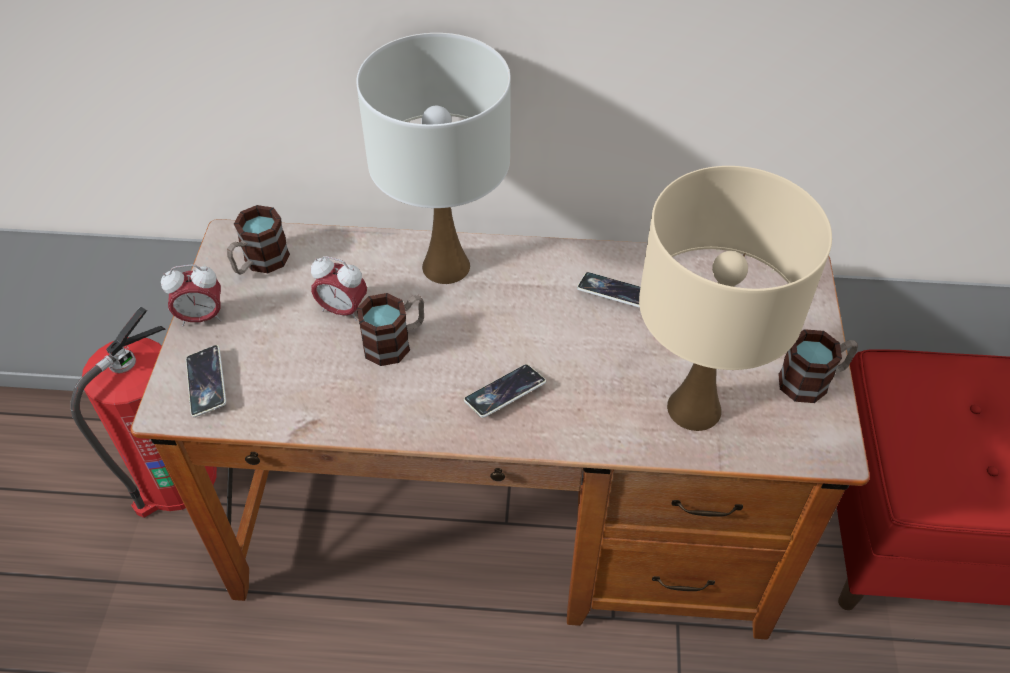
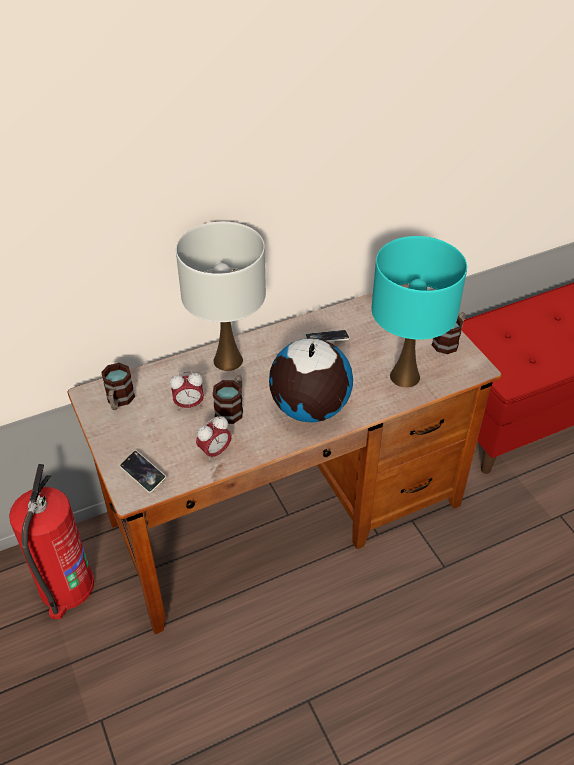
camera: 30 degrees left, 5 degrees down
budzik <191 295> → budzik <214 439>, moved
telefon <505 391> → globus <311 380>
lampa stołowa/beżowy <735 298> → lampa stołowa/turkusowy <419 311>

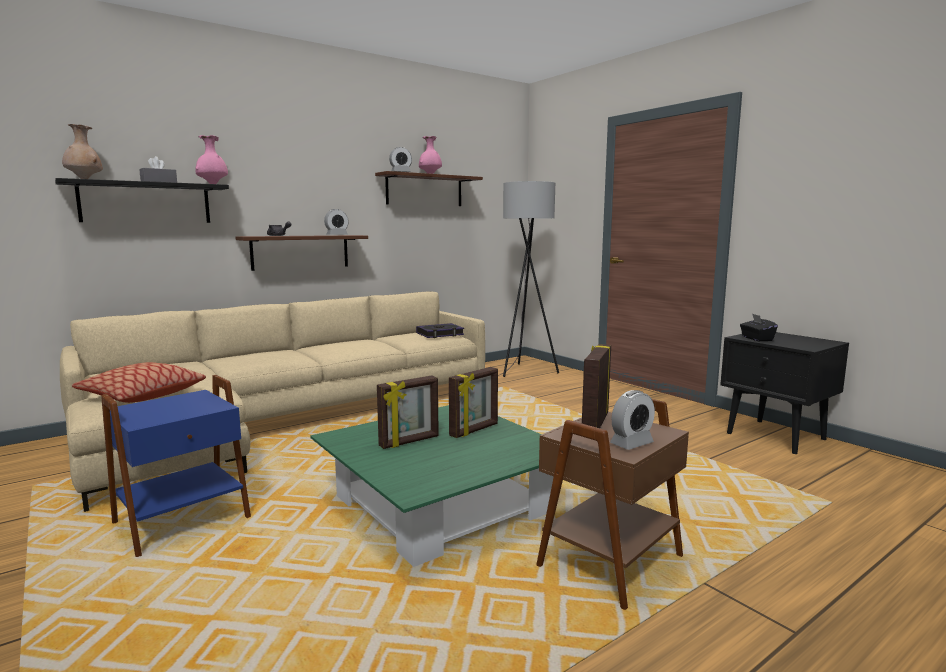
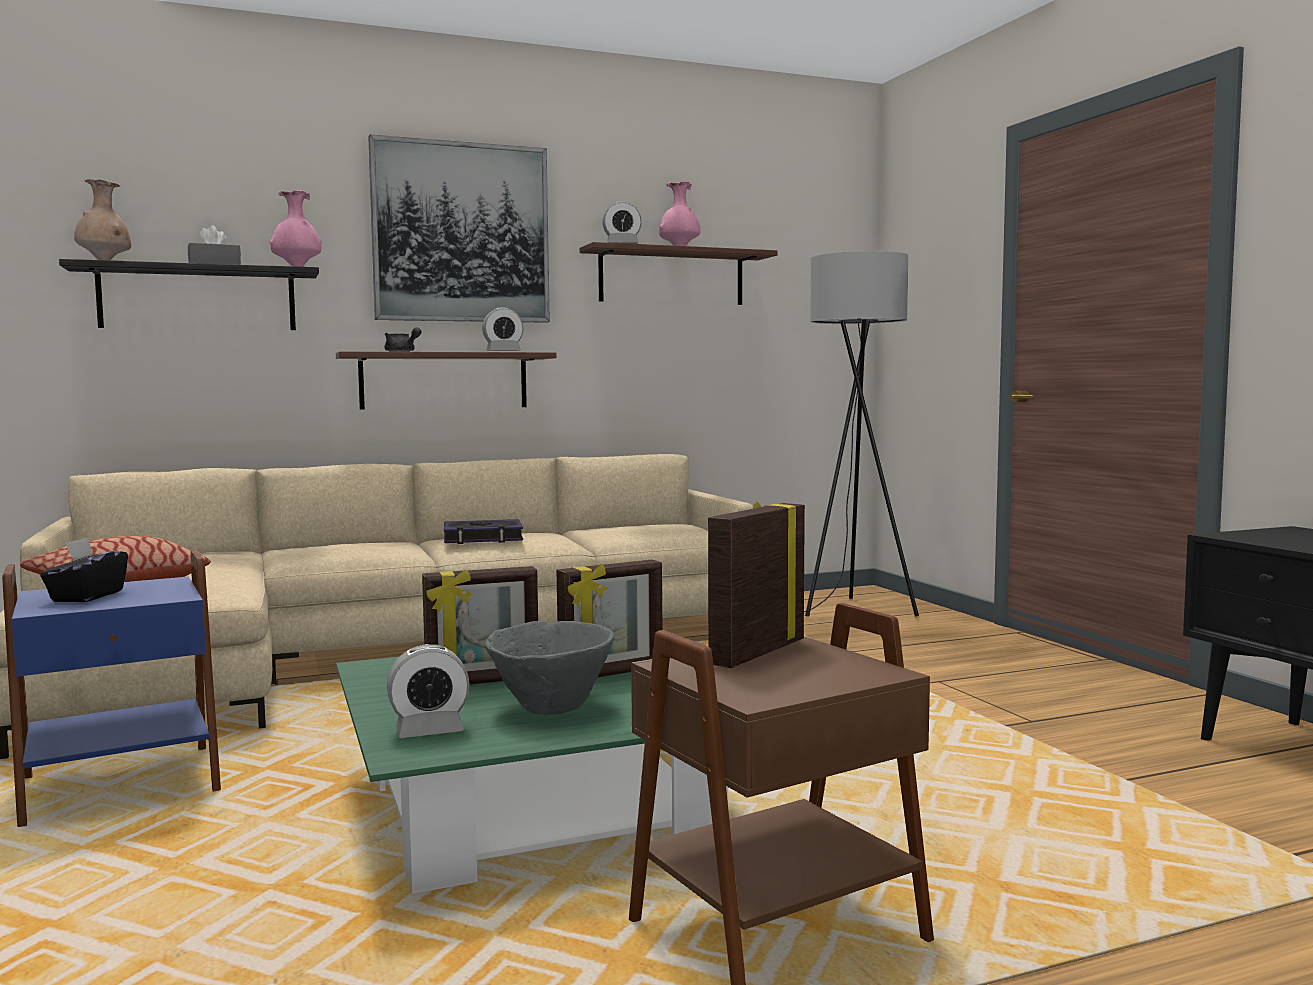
camera: 15 degrees right, 5 degrees down
pudełko chusteczek/czarny <759 327> → pudełko chusteczek/czarny <84 569>, moved
- → obraz <459 228>
budzik <632 420> → budzik <428 691>, moved
książka <440 330> → książka <483 531>, moved
- → miska/szary <549 668>

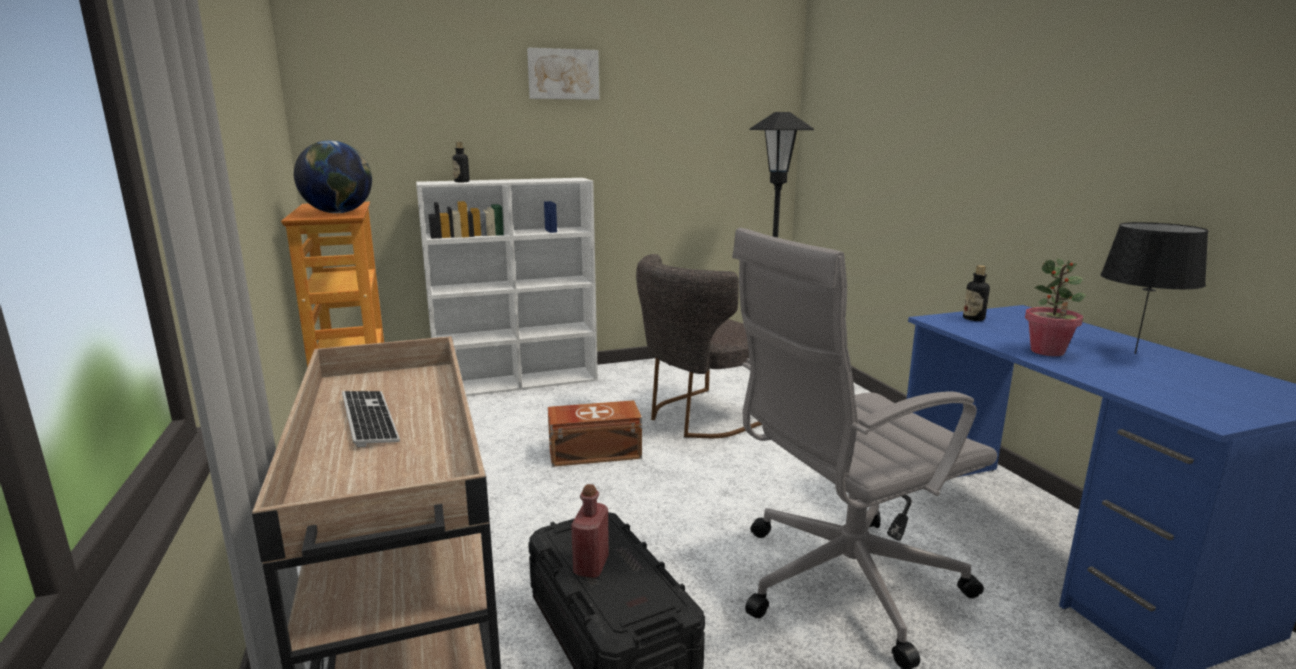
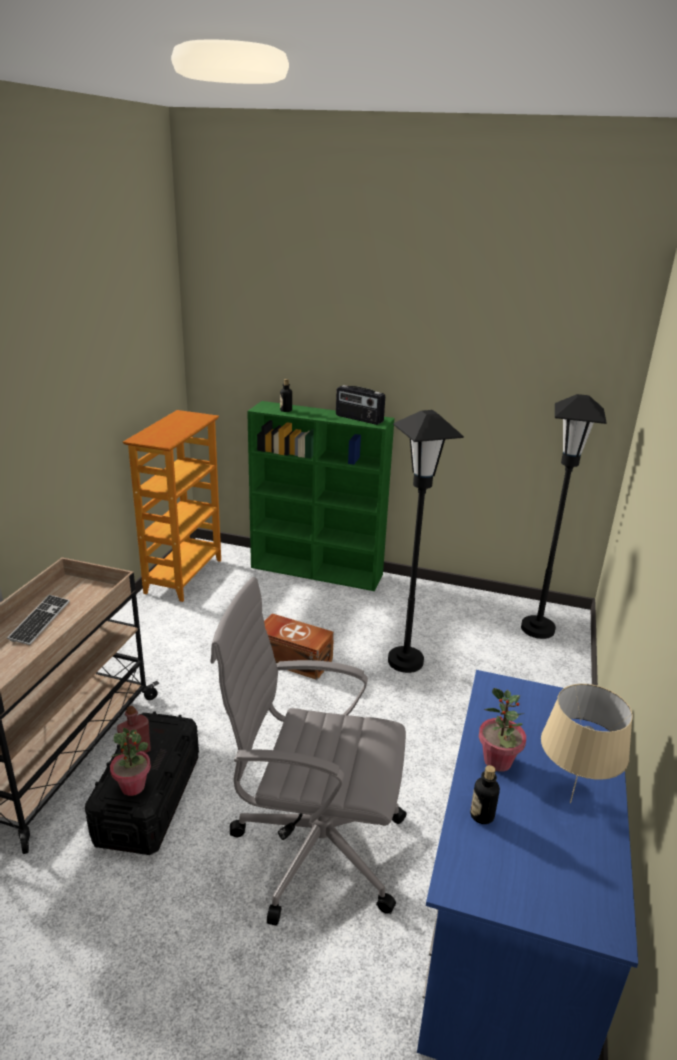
camera: 35 degrees right, 10 degrees up
- → roślina doniczkowa <130 762>
regał/biały <507 287> → regał/zielony <320 496>
- → radio <360 405>
krzesło/szary <699 346> → lampa stojąca/czarny <426 541>
butelka <976 293> → butelka <485 794>, moved
lampa stołowa/czarny <1155 288> → lampa stołowa/beżowy <587 743>
globus <333 177> → -
obraz <563 74> → -

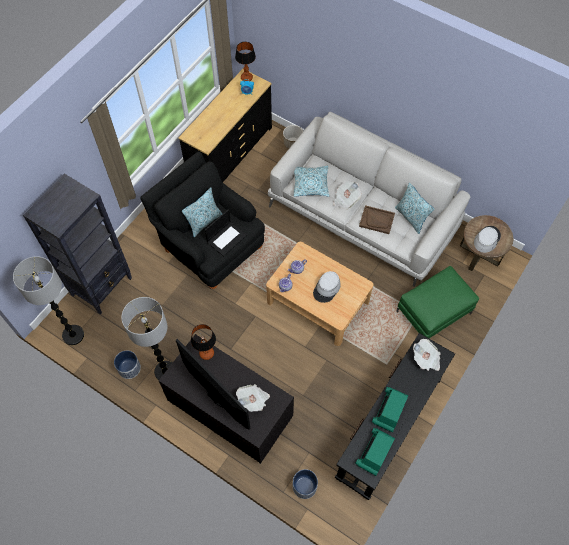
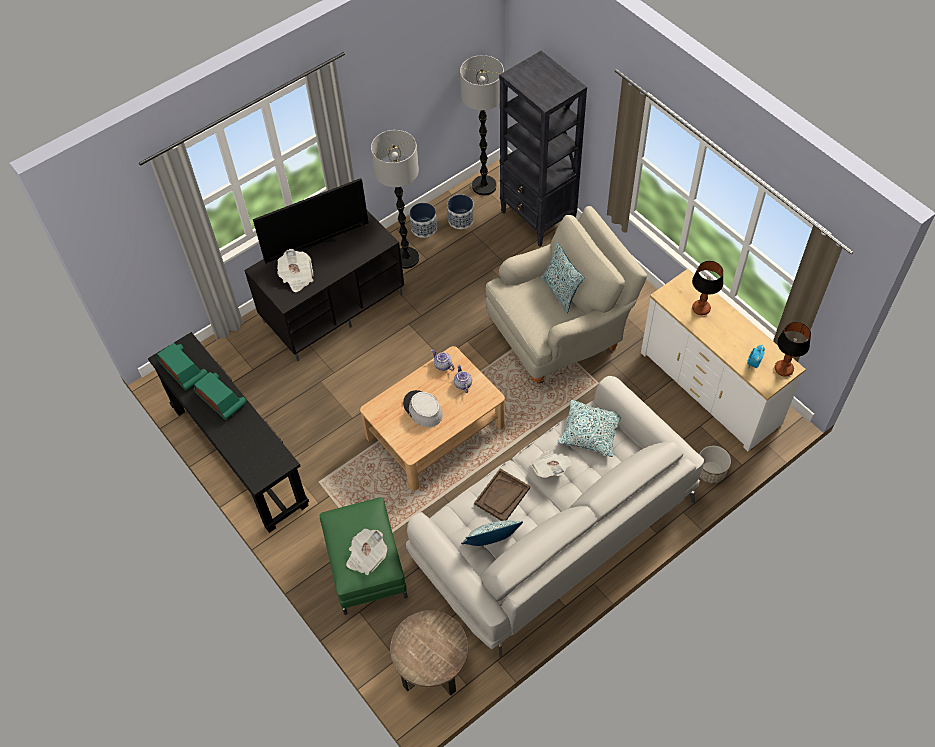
camera: 110 degrees right, 5 degrees down
gazeta <427 355> → gazeta <366 551>, moved
donica <305 484> → donica <460 211>, moved
fotel/czarny <202 220> → fotel/beżowy <566 295>
komoda/czarny <225 125> → komoda/biały <723 360>
lampa stołowa <203 342> → lampa stołowa <707 288>, moved
laptop <226 232> → -
kapelusz/szary <487 239> → -

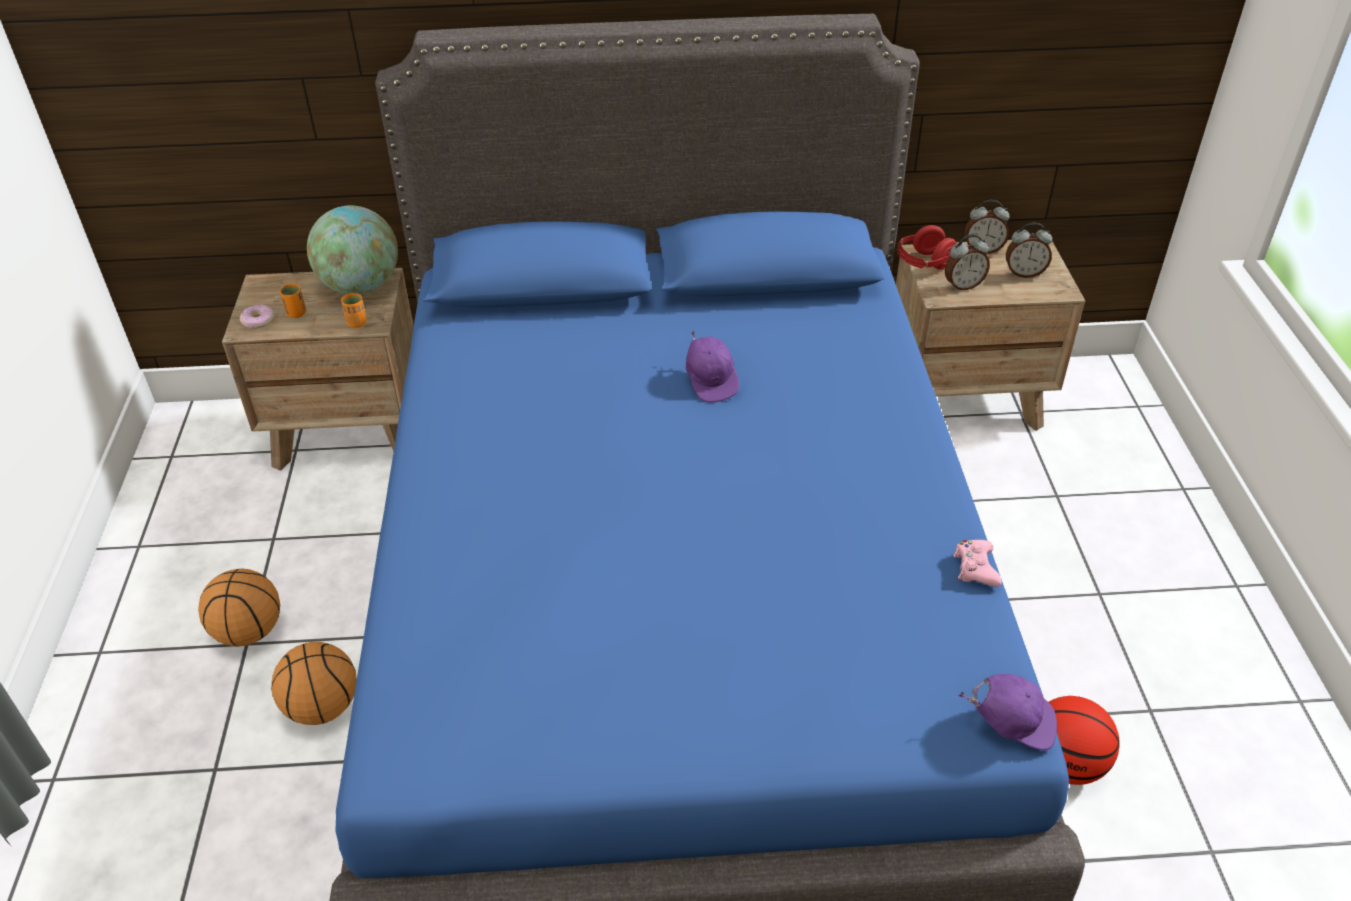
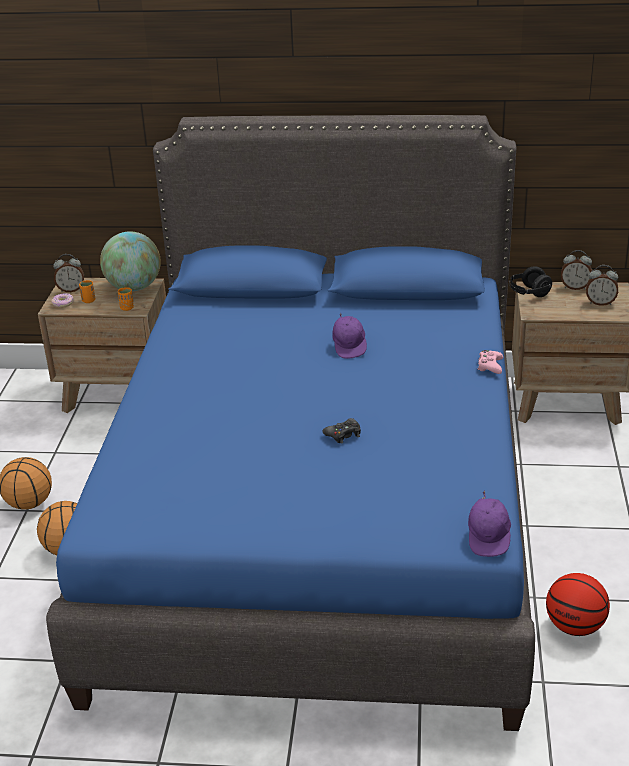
camera: 10 degrees right, 10 degrees down
budzik <967 262> → budzik <68 273>, moved
- → pad do gier/czarny <342 431>
czapka z daszkiem/fioletowy <1007 712> → czapka z daszkiem/fioletowy <489 524>, 75 degrees clockwise
pad do gier/różowy <977 563> → pad do gier/różowy <490 362>, moved
słuchawki/czerwony <927 247> → słuchawki/czarny <530 281>

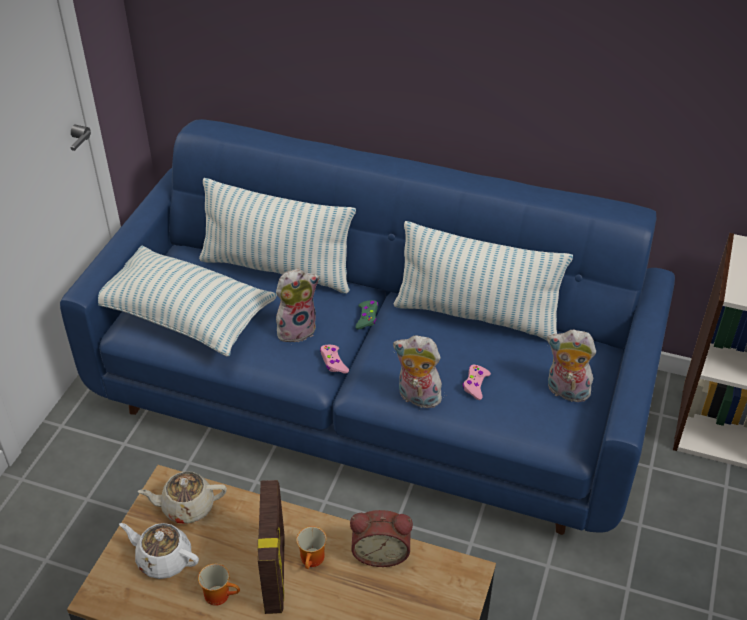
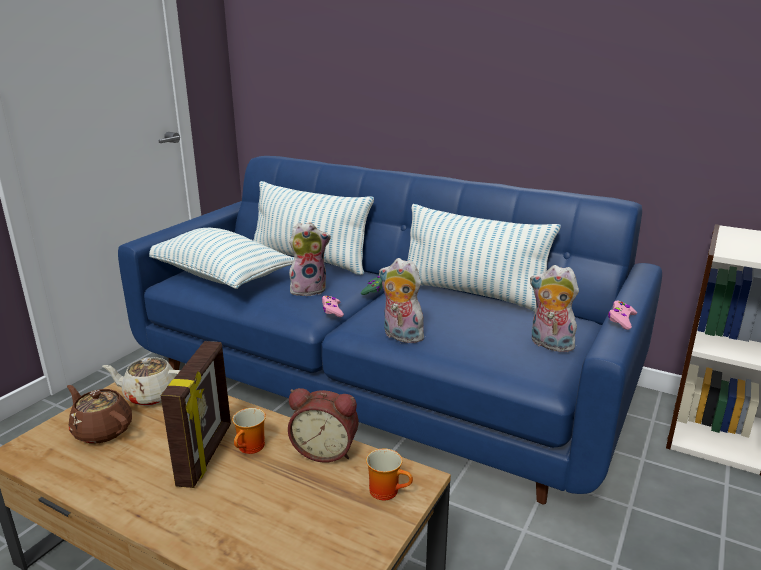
camera: 10 degrees right, 20 degrees down
imbryk/biały <159 551> → imbryk/brązowy <99 414>
kubek <219 585> → kubek <389 474>, moved
pad do gier/różowy <476 382> → pad do gier/różowy <622 315>, moved

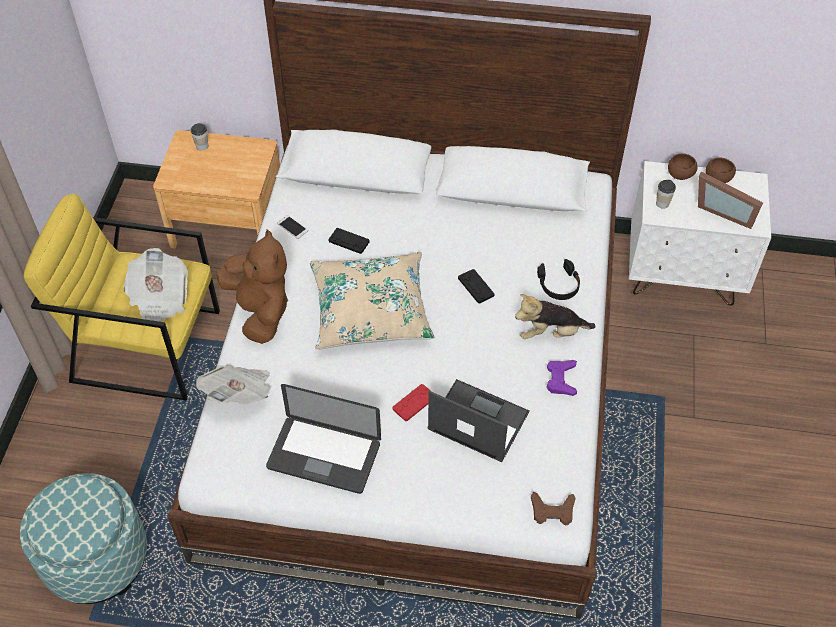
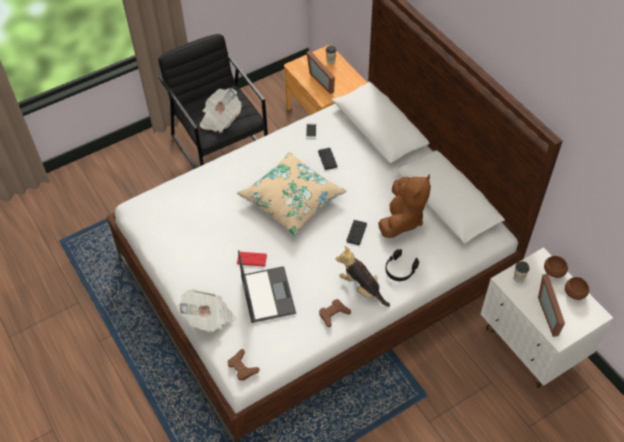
camera: 50 degrees right, 0 degrees up
fotel/żółty <121 297> → fotel/czarny <213 101>
gazeta <233 385> → gazeta <206 310>, moved
- → ramka na zdjęcie <320 72>
pad do gier/fioletowy <562 378> → pad do gier/brązowy <335 313>
pluszak/brązowy <252 286> → pluszak/brązowy <404 206>, moved
pufa <83 538> → -
laptop <323 439> → -

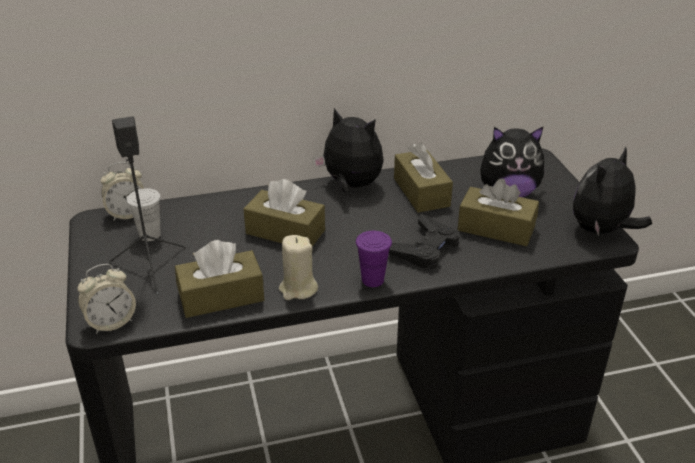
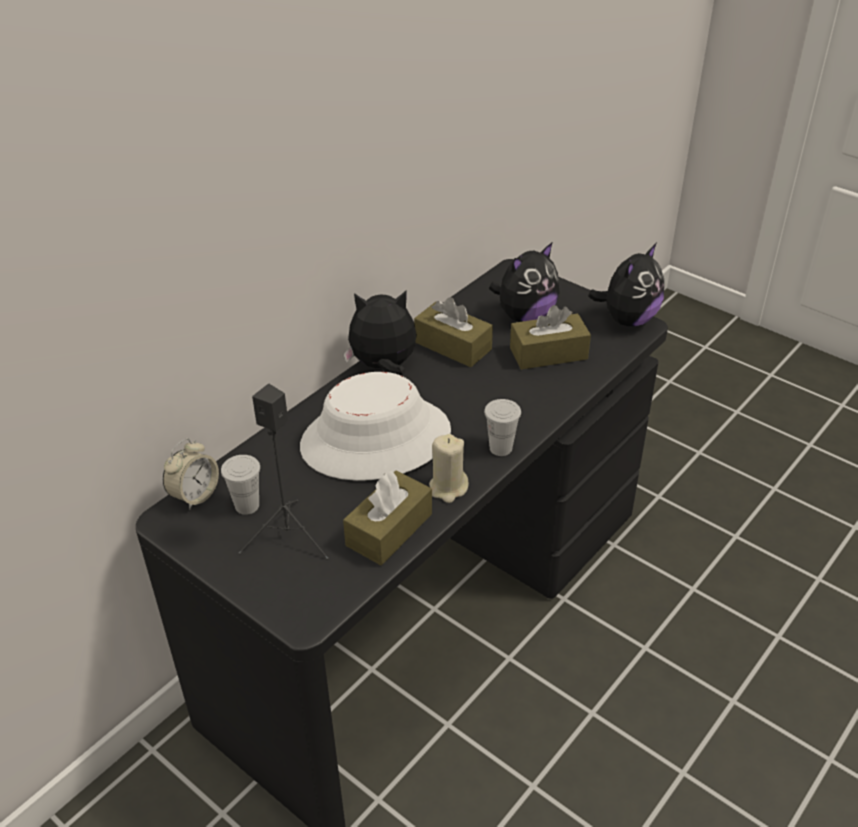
camera: 35 degrees left, 5 degrees up
pudełko chusteczek/brązowy <284 212> → kapelusz/biały <375 426>
filiżanka/fioletowy <374 259> → filiżanka/biały <502 427>
pluszak <612 191> → pluszak <626 284>, 150 degrees counterclockwise
budzik <106 299> → -
pad do gier/czarny <424 241> → -

